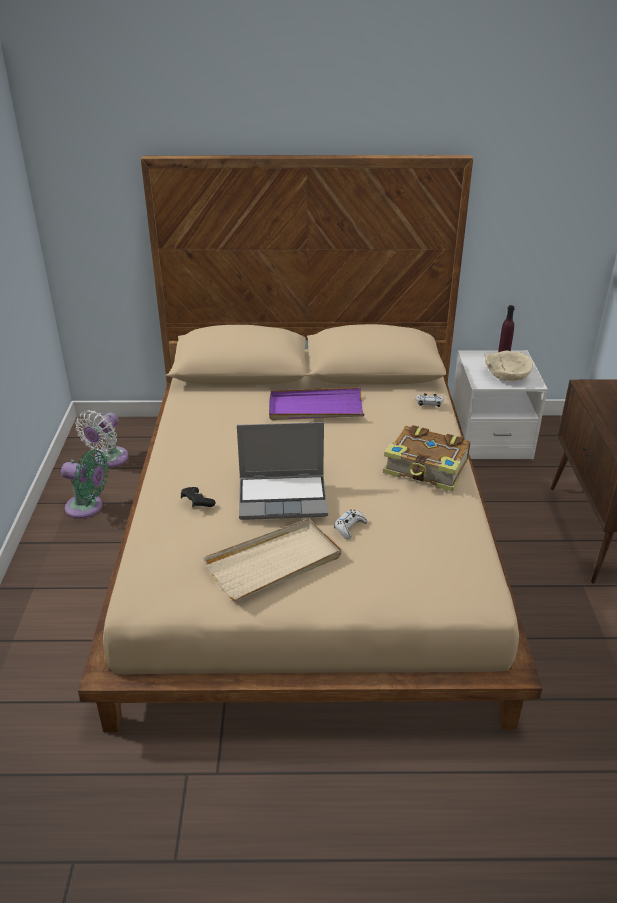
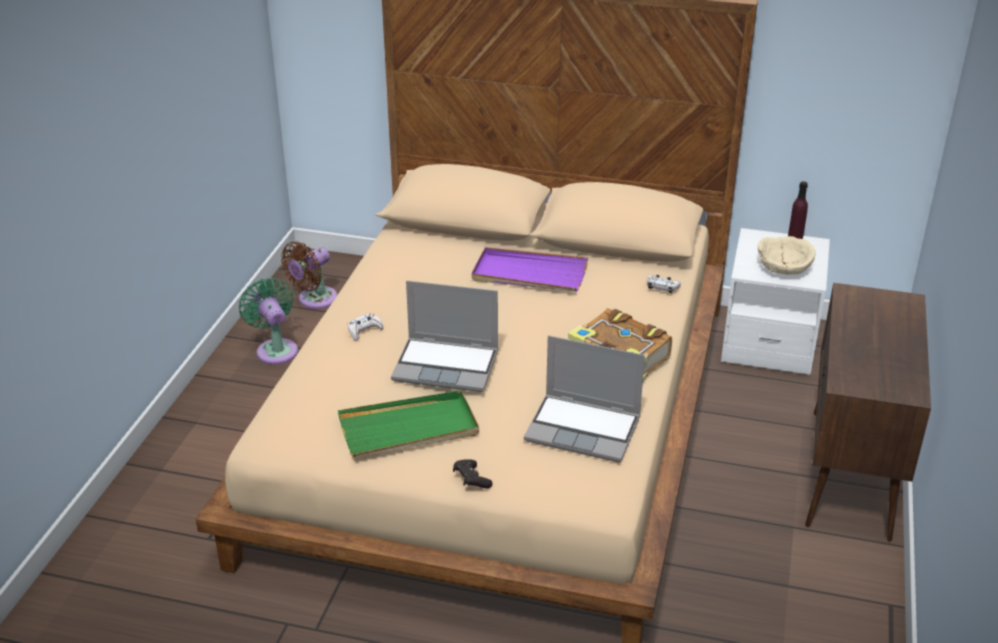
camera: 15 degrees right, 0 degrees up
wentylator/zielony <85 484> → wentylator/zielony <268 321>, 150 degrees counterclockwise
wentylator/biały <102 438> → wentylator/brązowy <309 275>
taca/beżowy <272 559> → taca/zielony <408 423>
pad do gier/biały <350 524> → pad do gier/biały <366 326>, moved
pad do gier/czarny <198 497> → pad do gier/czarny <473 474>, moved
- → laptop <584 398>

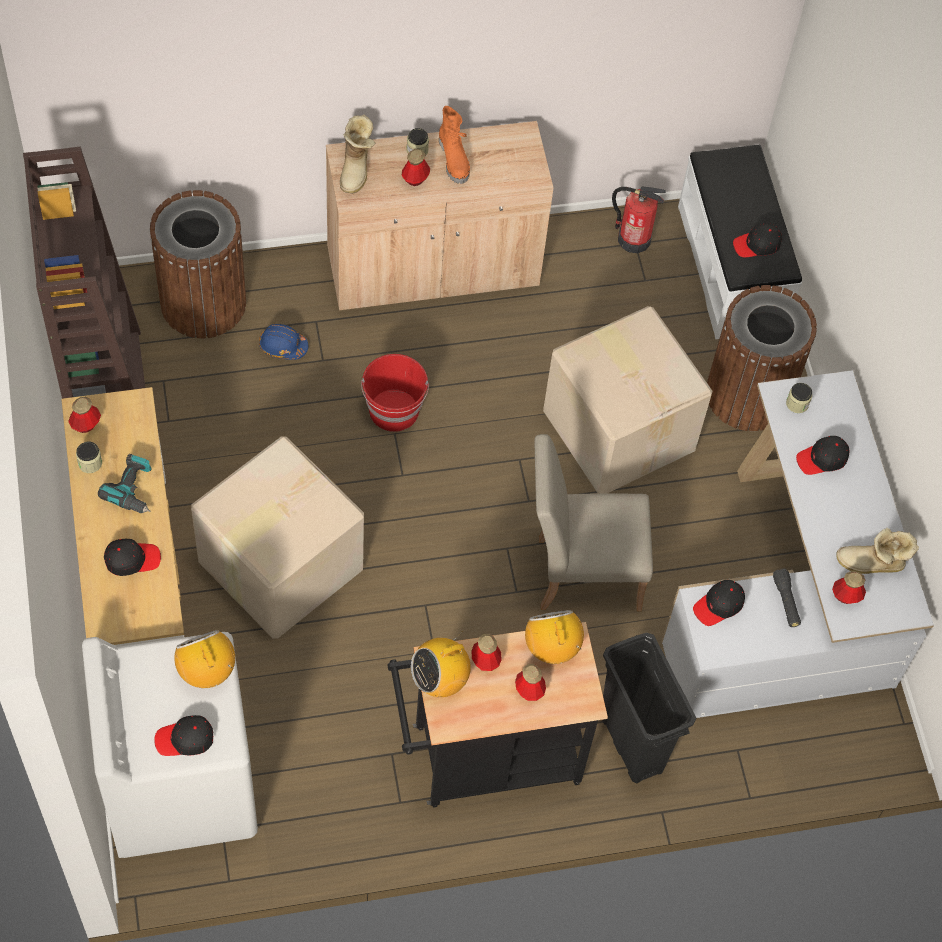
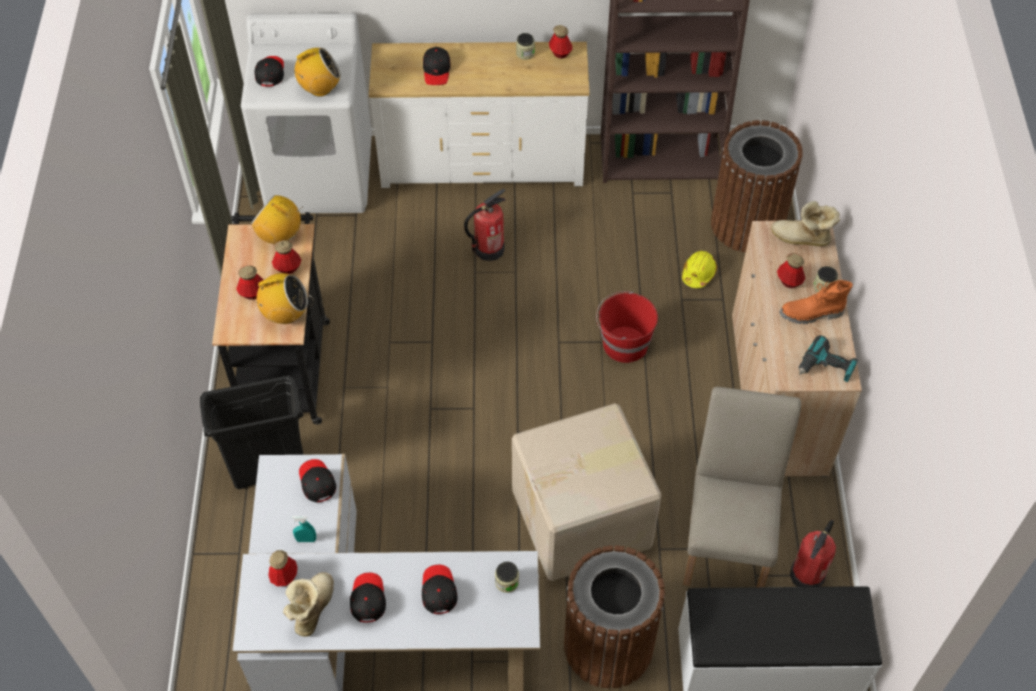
camera: 105 degrees right, 5 degrees down
radio <441 664> → radio <277 220>, 45 degrees counterclockwise
latarka/czarny <787 597> → spryskiwacz/turkusowy <303 529>
czapka z daszkiem/czarny <757 240> → czapka z daszkiem/czarny <368 597>, moved
karton <277 537> → gaśnica <485 225>
kask/niebieski <283 342> → kask/żółty <699 269>
krzesło/beżowy <594 522> → krzesło/beżowy <742 487>, moved
wiertarka <124 483> → wiertarka <828 358>, moved

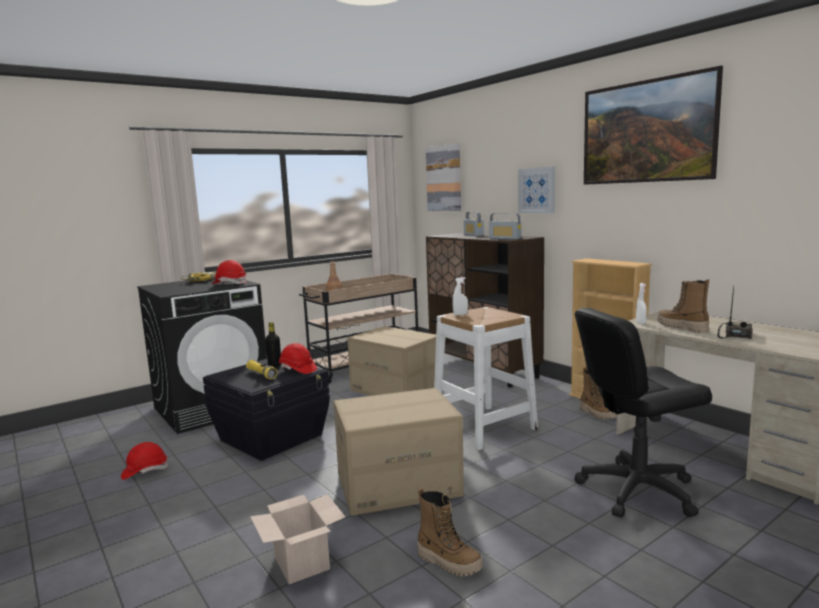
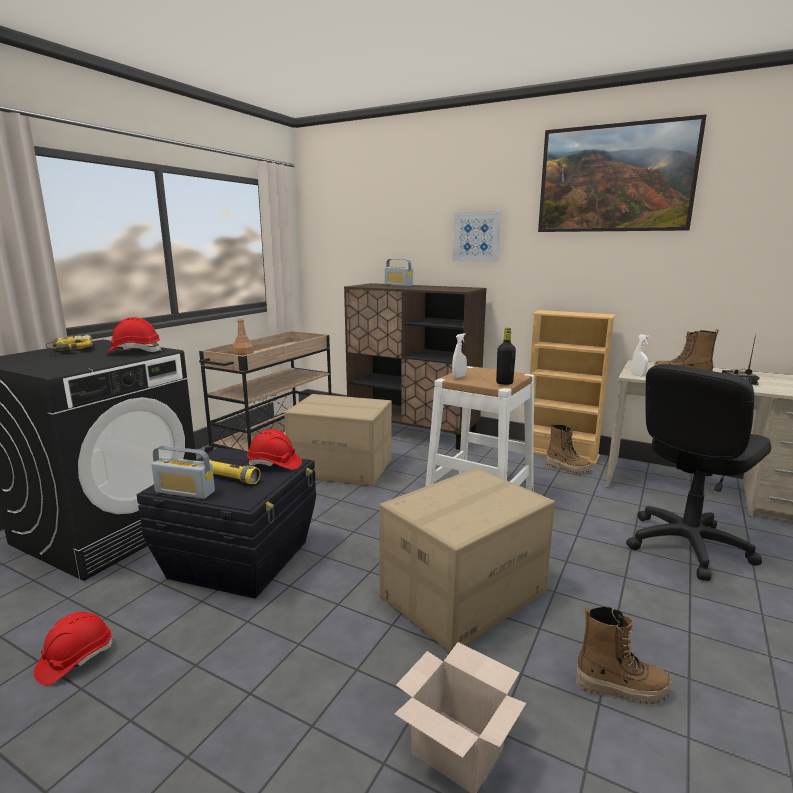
camera: 25 degrees left, 5 degrees up
radio <505 226> → radio <183 472>, moved
butelka/czarny <273 344> → butelka/czarny <506 356>, moved
obraz <443 177> → -

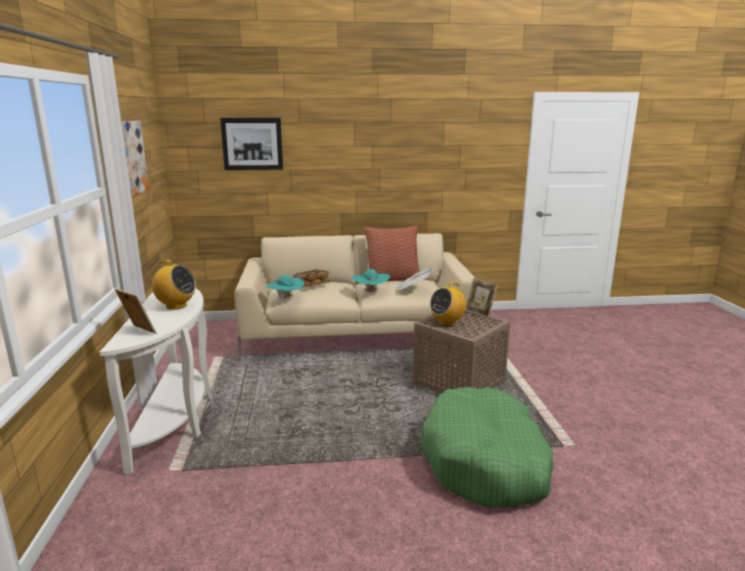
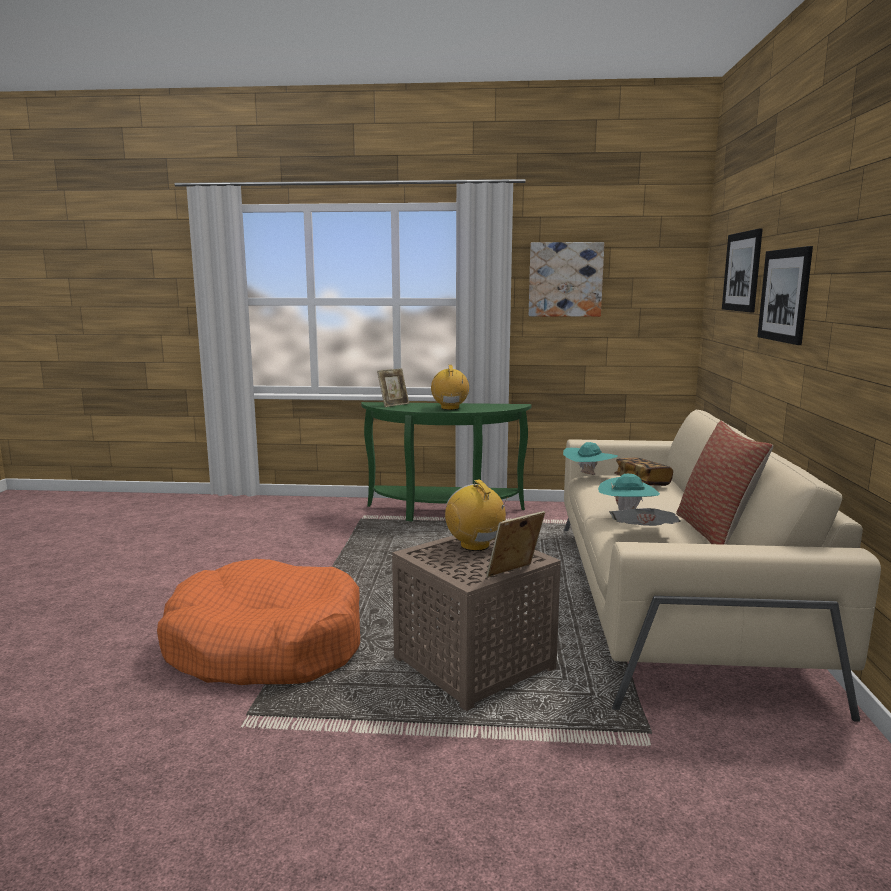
camera: 100 degrees right, 5 degrees down
legowisko/zielony <487 447> → legowisko/pomarańczowy <258 622>
stolik konsolowy/biały <156 381> → stolik konsolowy/zielony <446 461>
radio <171 285> → radio <450 387>, 150 degrees clockwise
- → obraz <785 295>

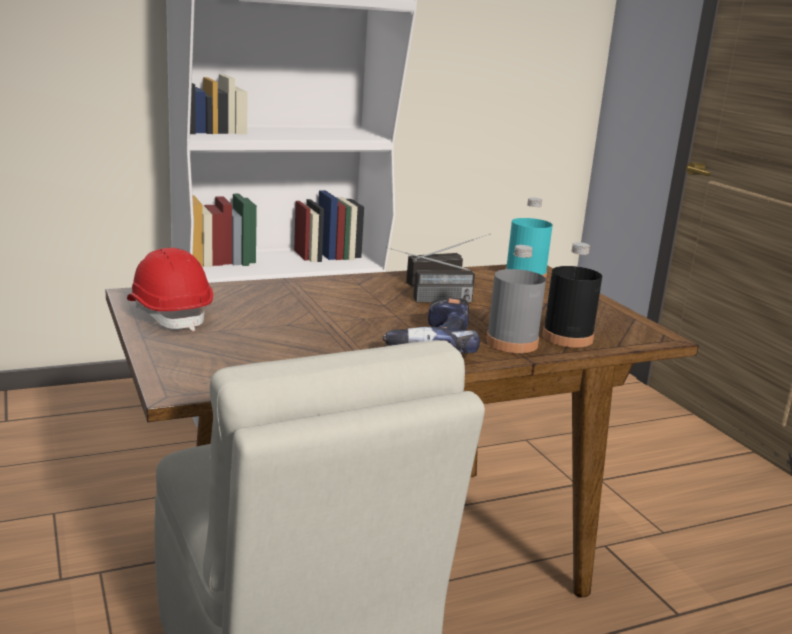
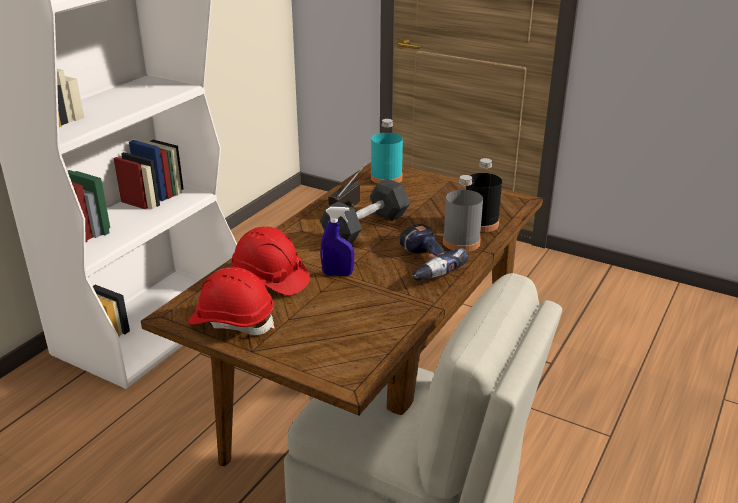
camera: 35 degrees left, 10 degrees up
- → kask/czerwony <270 260>
radio <430 275> → hantel/czarny <365 211>
- → spryskiwacz/niebieski <337 241>

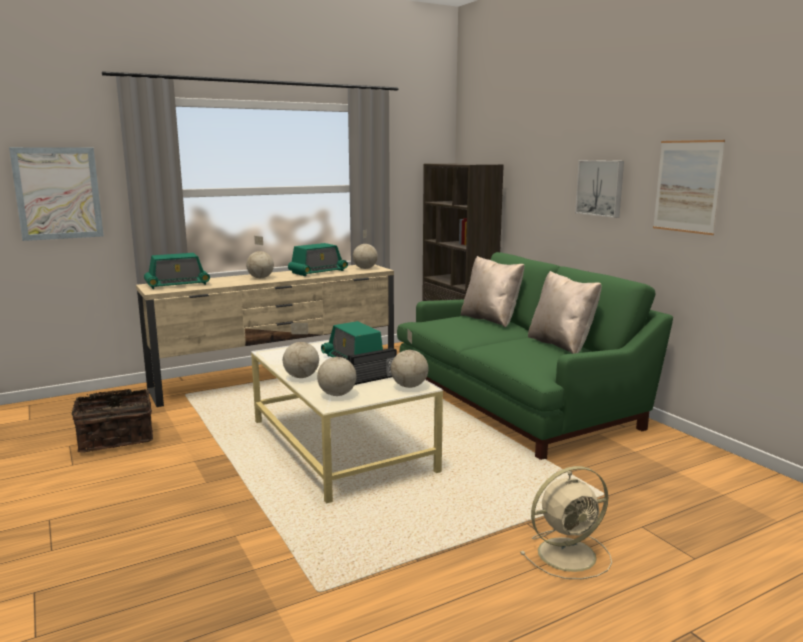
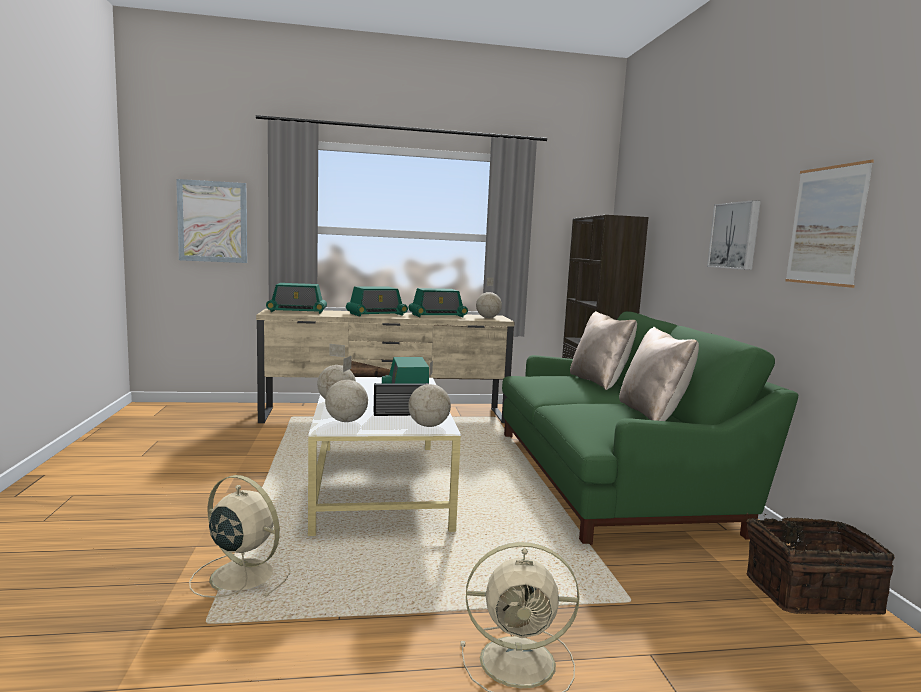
camera: 20 degrees right, 5 degrees down
- → wentylator/beżowy <240 536>
globus <260 257> → radio <377 301>
koszyk <112 421> → koszyk <820 564>, moved

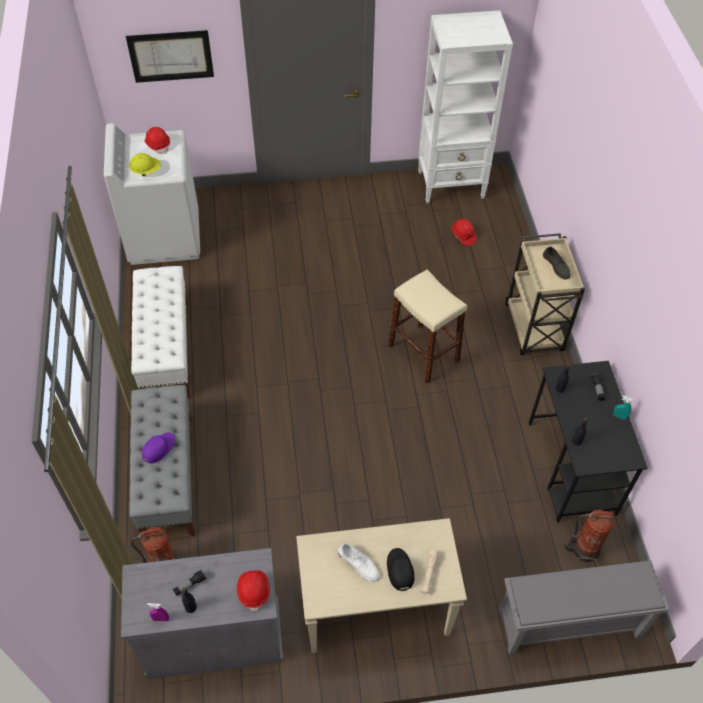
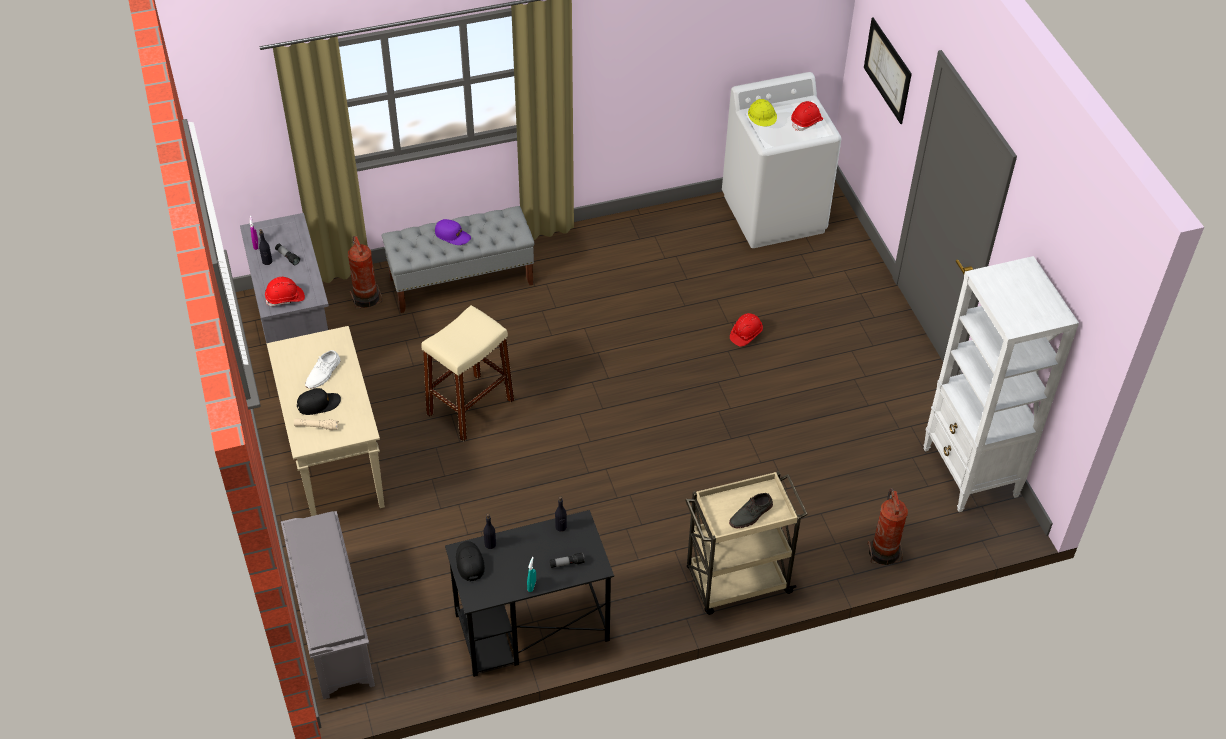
camera: 80 degrees right, 5 degrees down
stołek/beżowy <427 327> → stołek/beżowy <467 373>, moved
- → czapka z daszkiem/czarny <470 561>
kask/czerwony <463 232> → kask/czerwony <746 330>, moved
gaśnica <589 536> → gaśnica <887 526>, moved
ławka/biały <161 332> → -

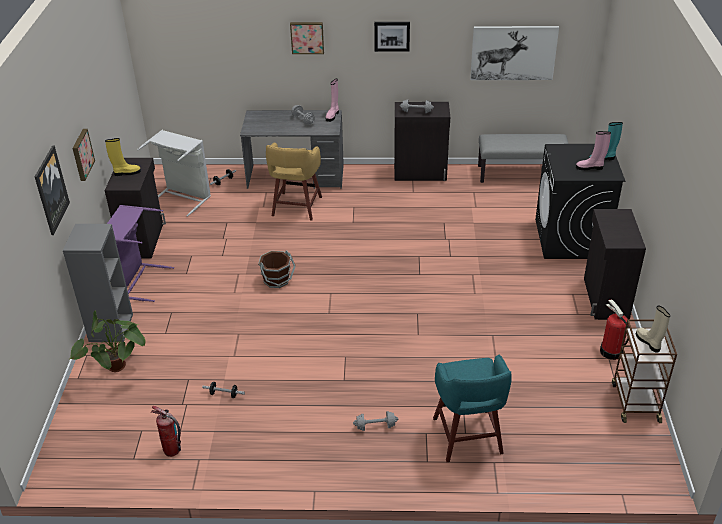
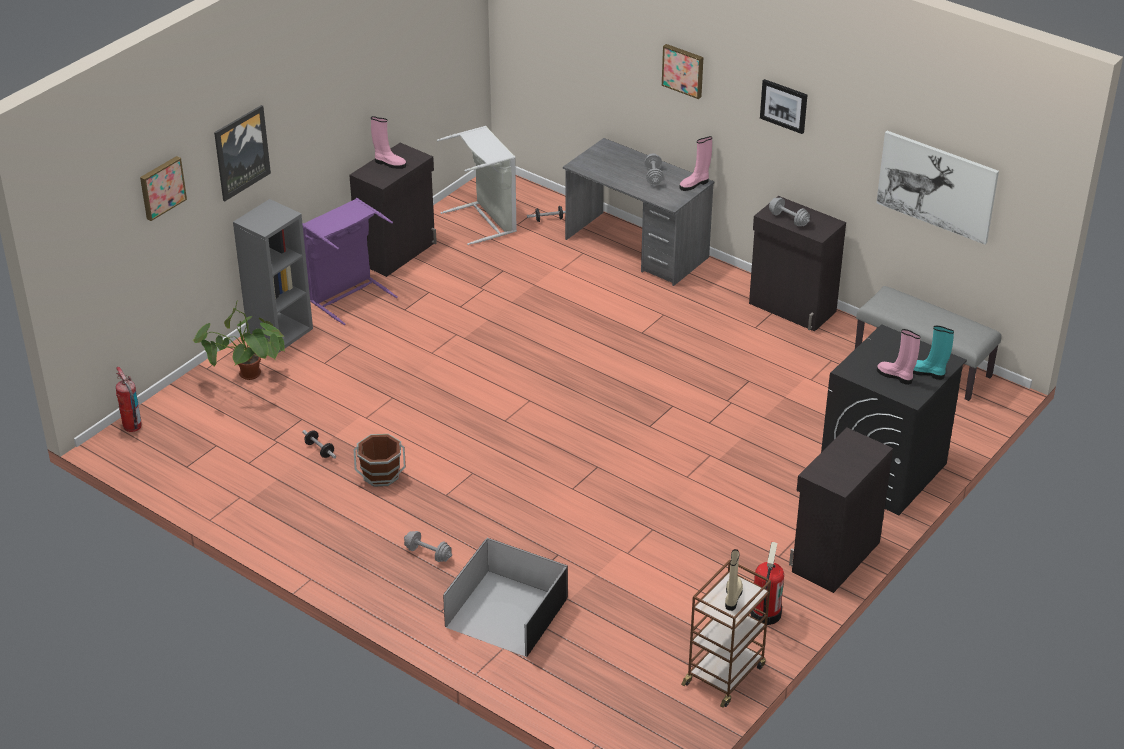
camera: 35 degrees right, 0 degrees up
gaśnica <165 431> → gaśnica <129 399>, moved
obraz <84 155> → obraz <163 188>, moved
wiadro/brązowy <277 269> → wiadro/brązowy <380 460>, moved
but z cholewką/żółty <123 157> → but z cholewką/różowy <388 142>
stołek/turkusowy <472 408> → pojemnik do przechowywania/czarny <505 597>
stołek/żółty <294 181> → -

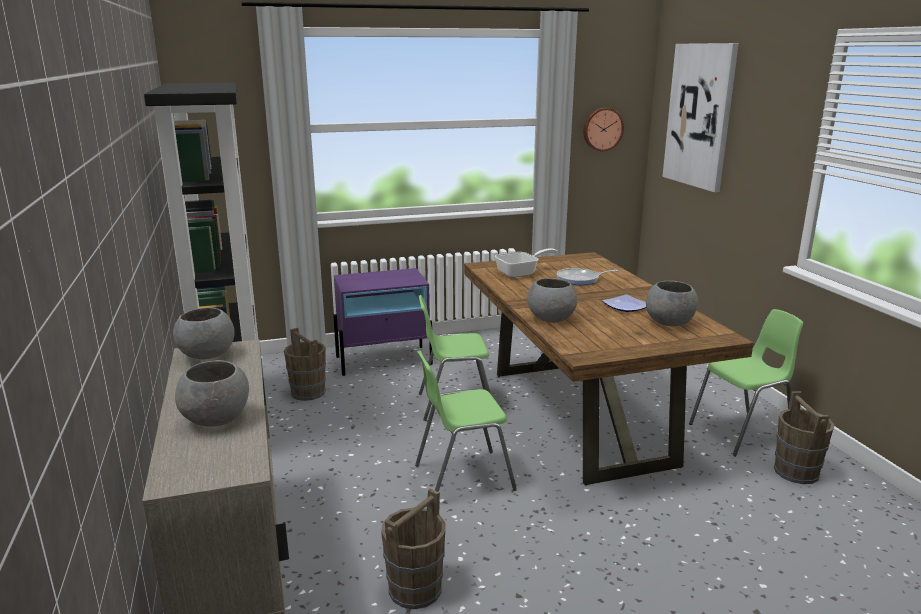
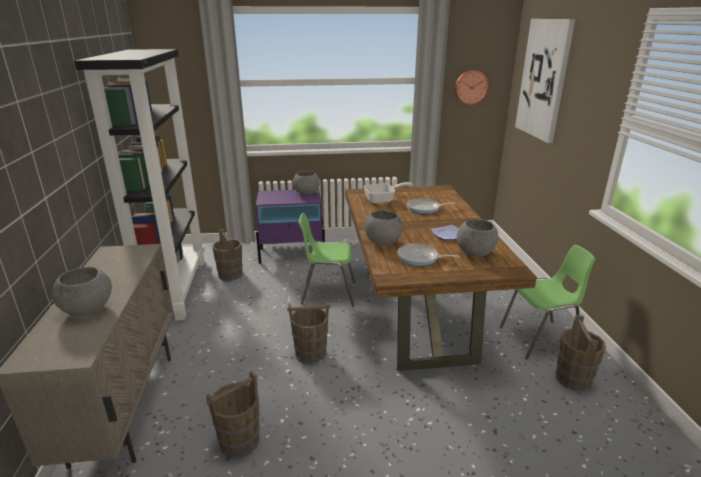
camera: 10 degrees right, 5 degrees up
krzesło/zielony <466 421> → wiadro/brązowy <308 332>
miska/szary <204 334> → miska/szary <306 183>, moved
- → patelnia <428 255>

